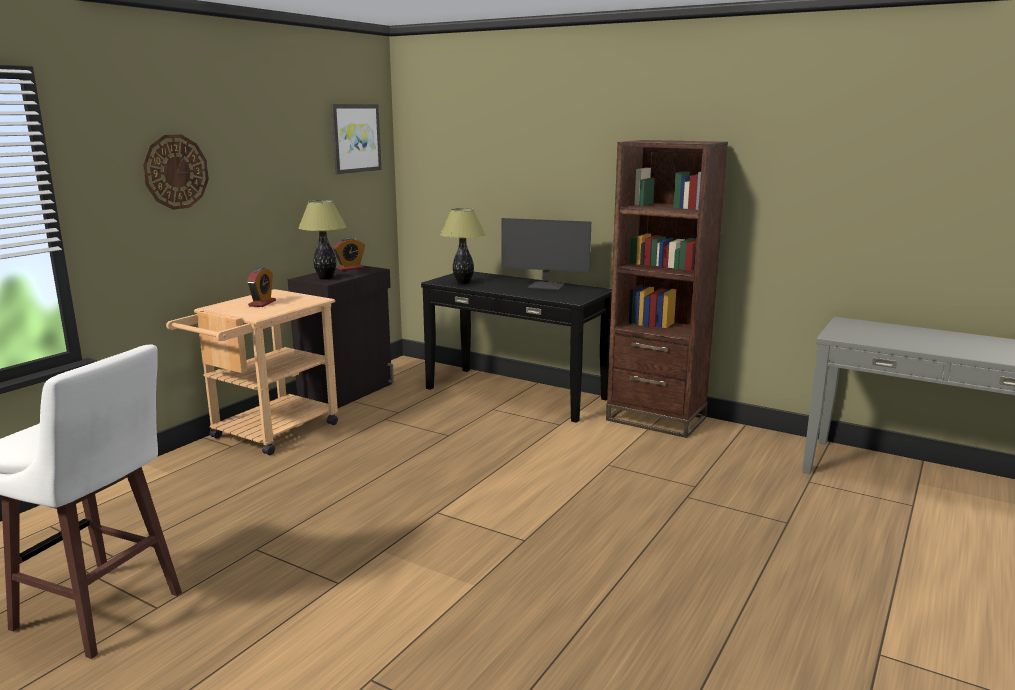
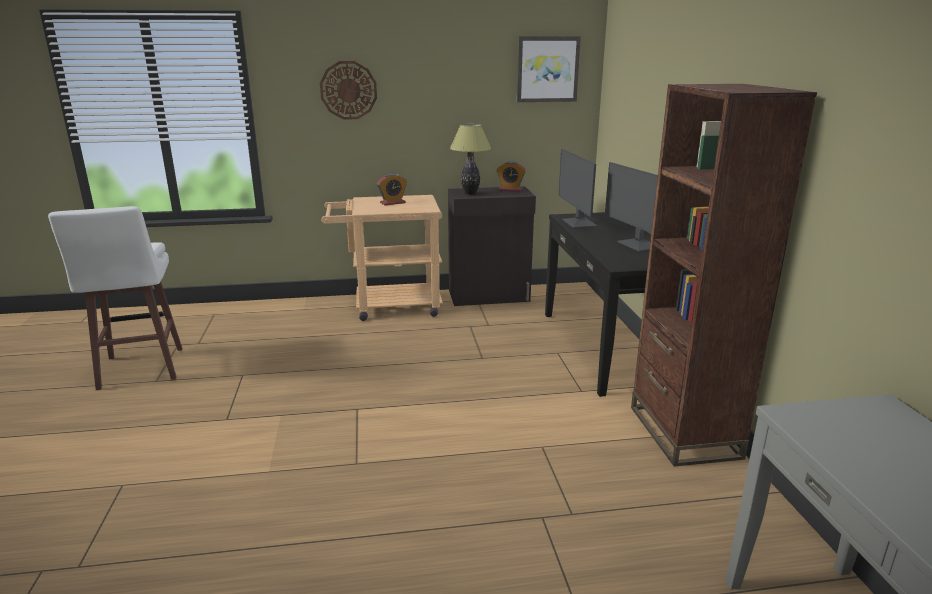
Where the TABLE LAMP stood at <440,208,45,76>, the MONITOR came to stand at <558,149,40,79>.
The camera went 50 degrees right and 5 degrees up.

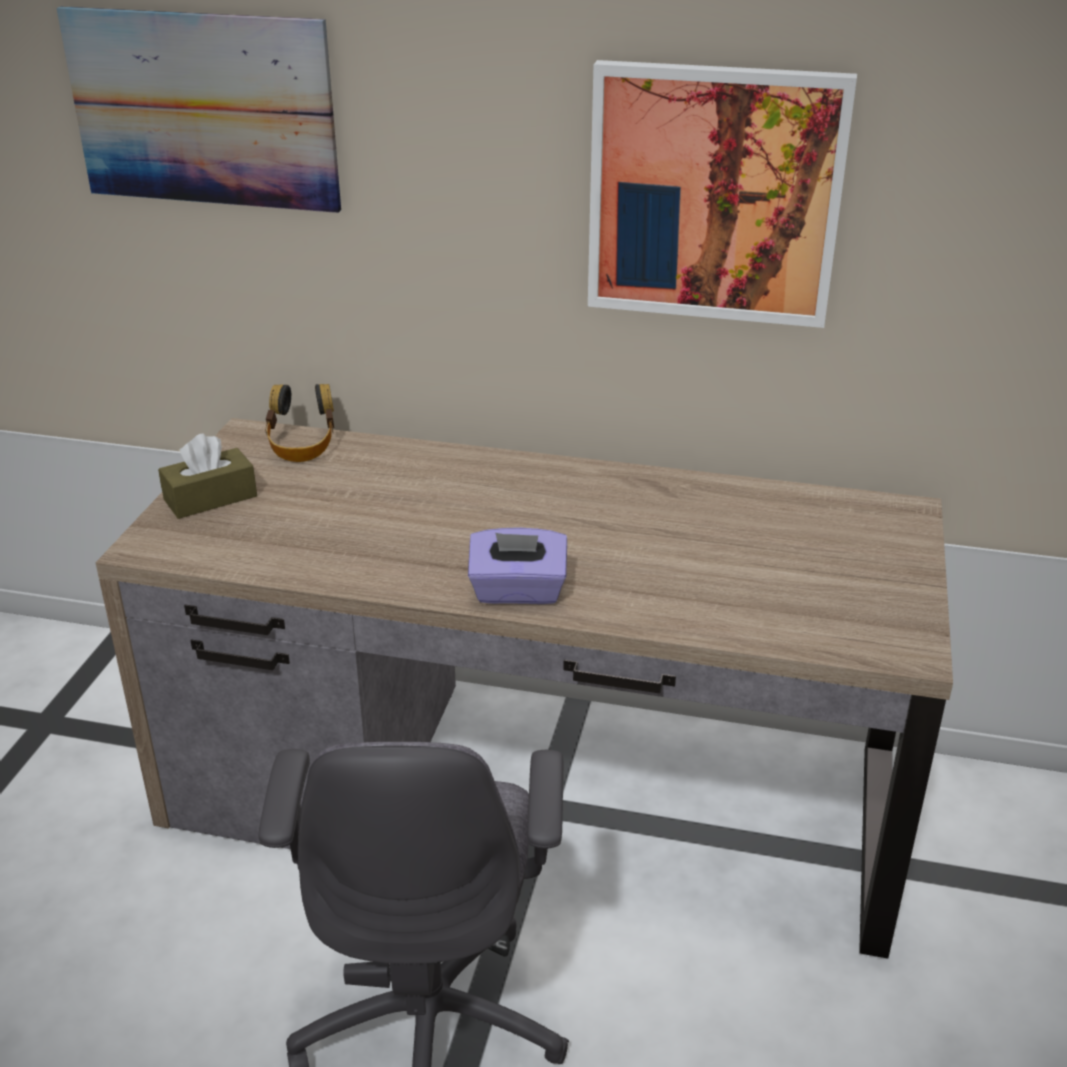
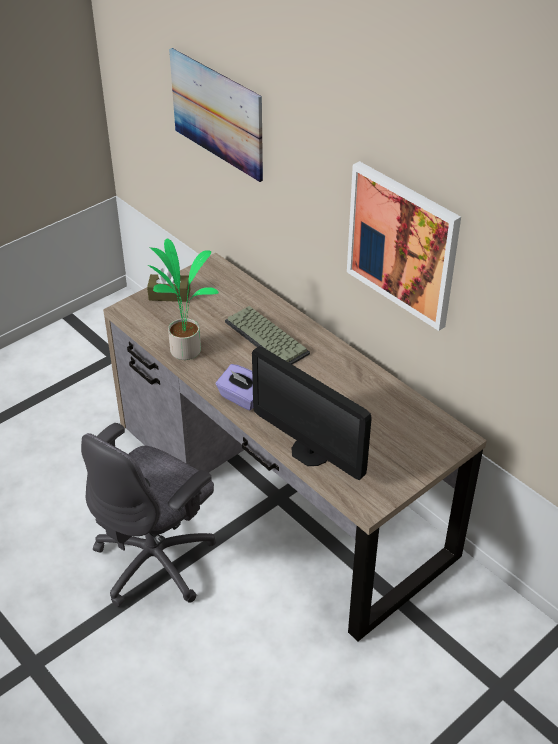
The second view lost the HEADPHONES at <265,384,69,78>.
The second view gained the POTTED PLANT at <148,238,71,122>.
The second view gained the KEYBOARD at <225,306,85,58>.
The second view gained the MONITOR at <252,346,120,134>.
The camera went 35 degrees right and 10 degrees up.

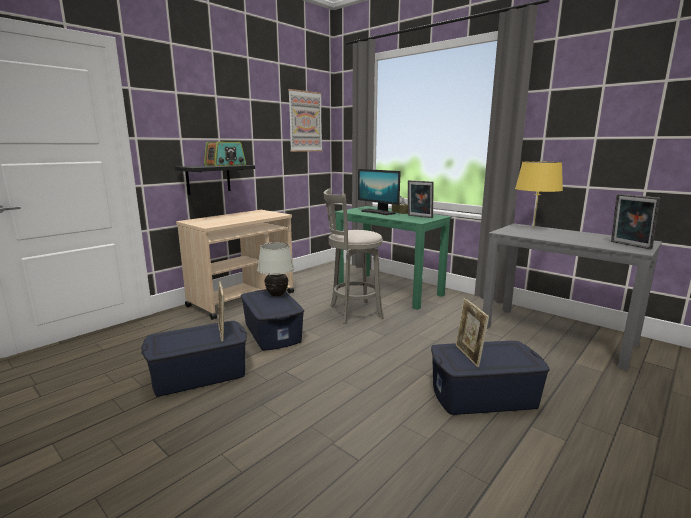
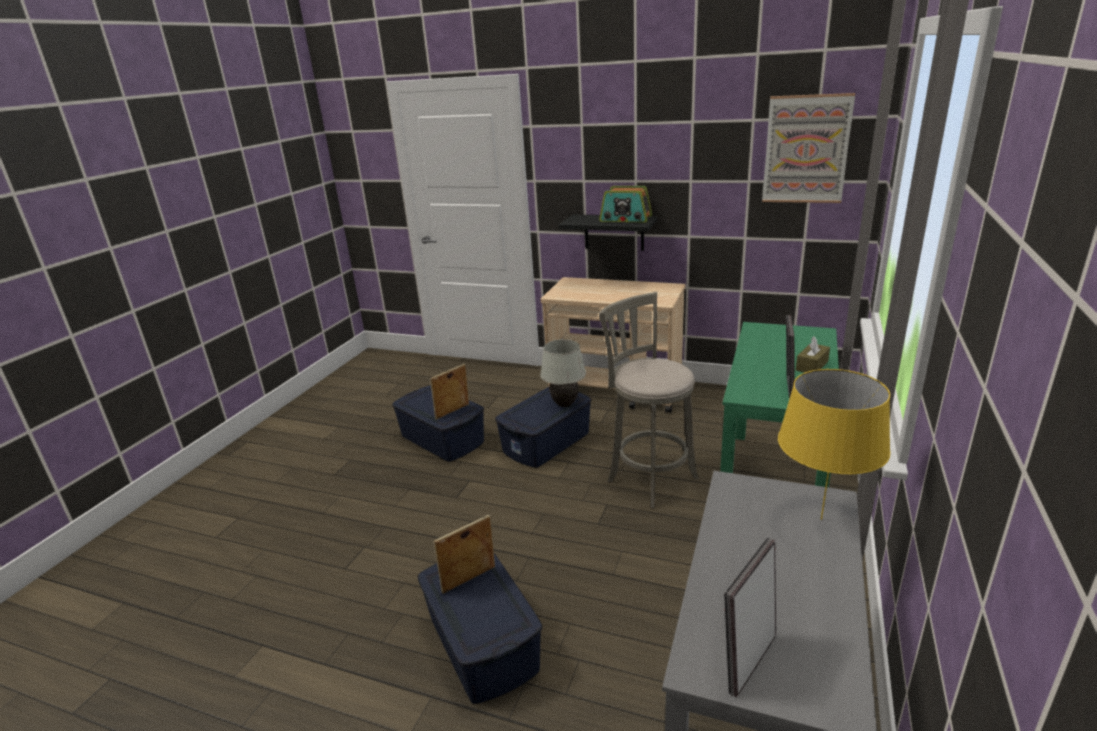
The second view lost the MONITOR at <358,169,43,46>.
The camera went 70 degrees right and 10 degrees up.

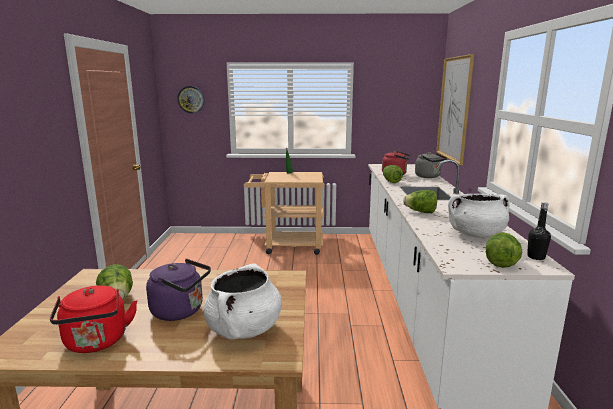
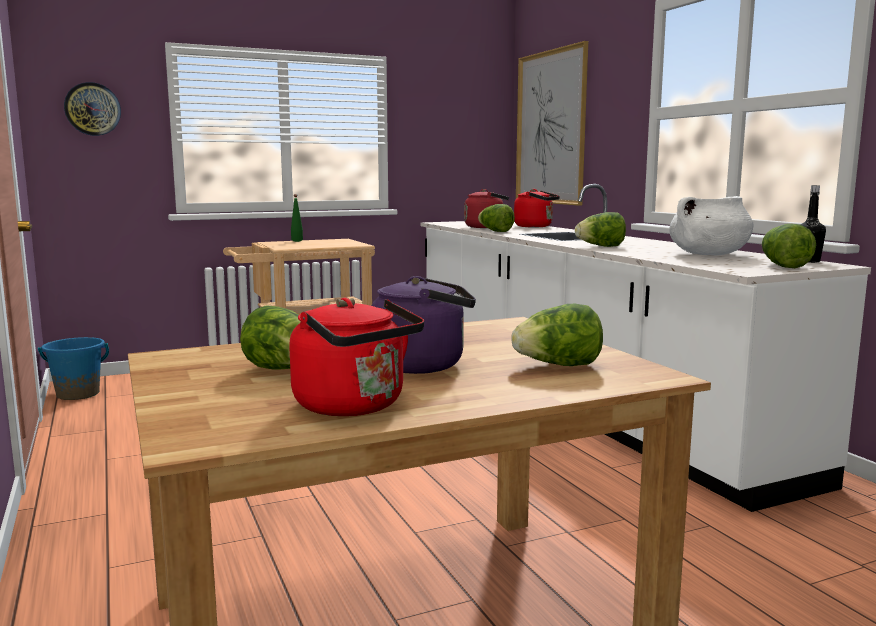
The second view gained the BLUE BUCKET at <38,337,71,63>.
Where the WHITE COOKING POT stood at <204,263,78,76>, the LETTUCE came to stand at <511,304,92,62>.
What was the GREY KETTLE at <415,152,32,26> turned into the RED KETTLE at <514,189,46,39>.
The camera went 25 degrees left and 5 degrees down.

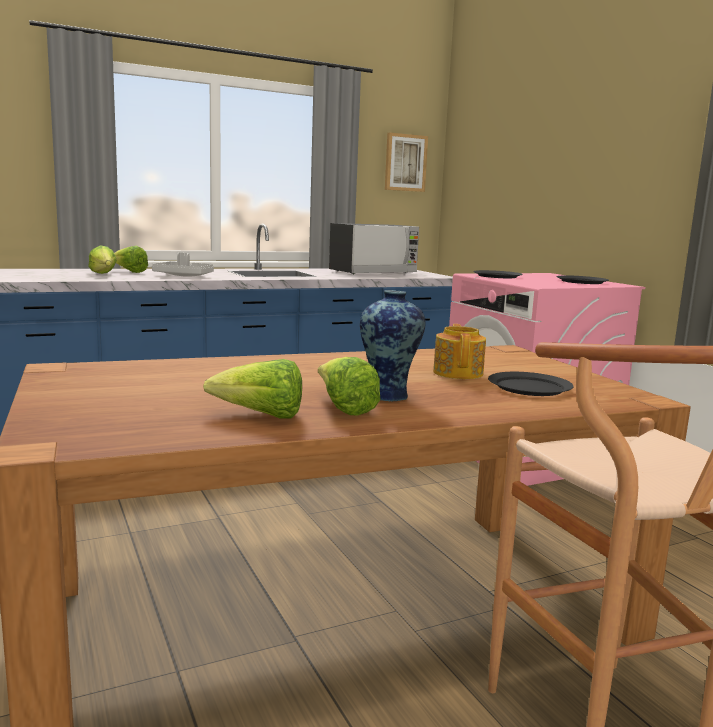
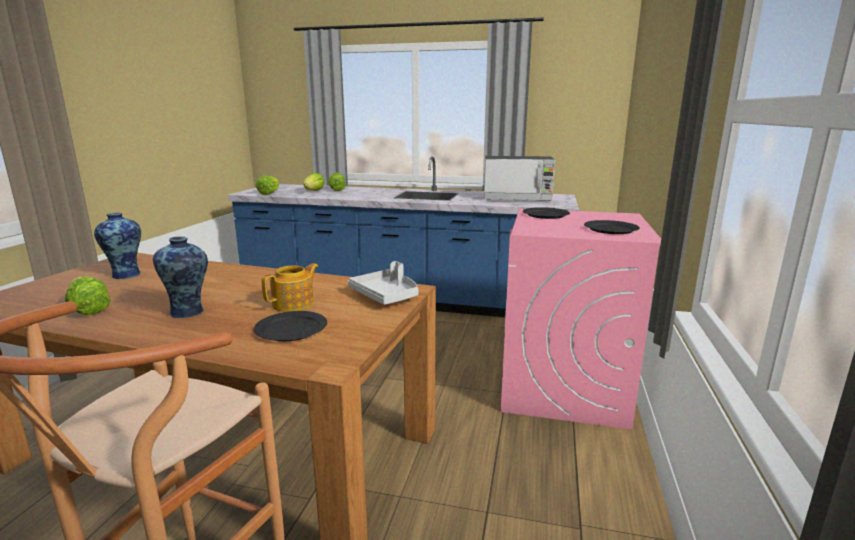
The second view lost the PICTURE at <385,132,43,60>.
The second view gained the VASE at <94,213,47,66>.
The GREY TRAY ended up elsewhere, having gone from <152,253,62,24> to <348,261,71,44>.
The LETTUCE ended up elsewhere, having gone from <318,357,62,58> to <256,176,23,19>.
The camera went 40 degrees right and 5 degrees up.

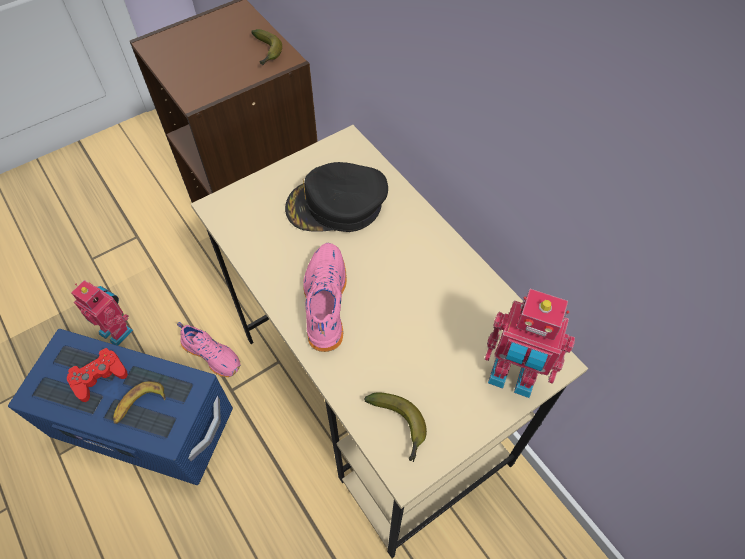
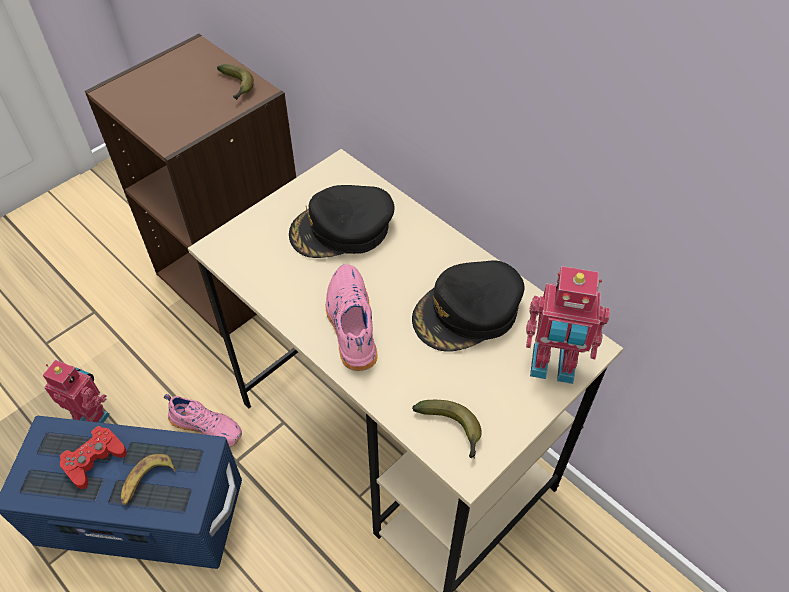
The second view gained the BLACK CAP at <412,260,113,92>.
The camera went 10 degrees left and 5 degrees down.

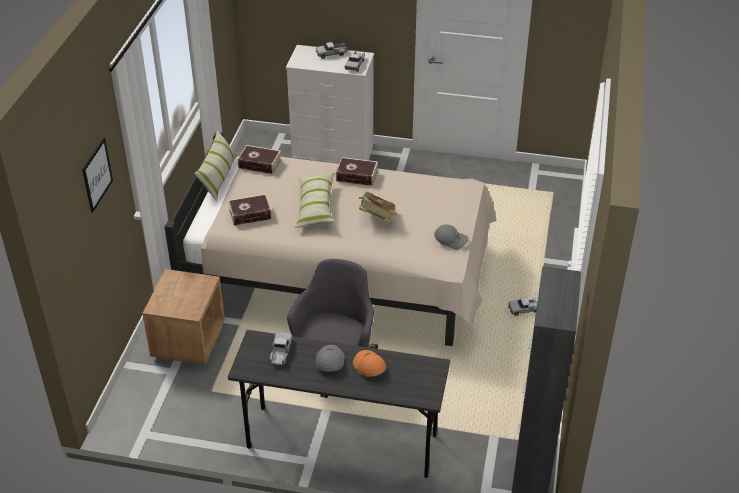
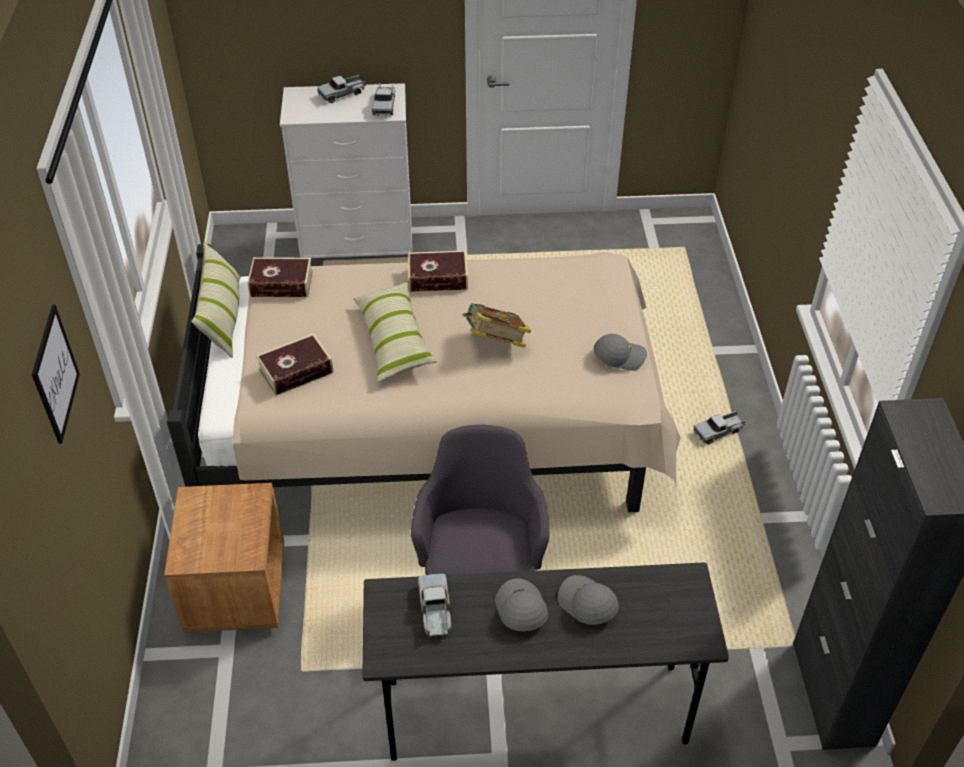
What was the ORANGE CAP at <353,350,33,26> turned into the GREY CAP at <558,575,61,50>.
The camera went 15 degrees left and 5 degrees up.

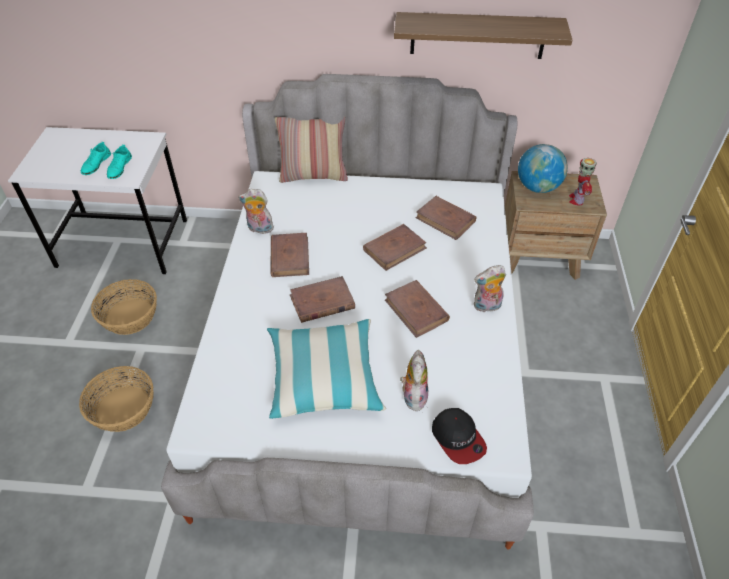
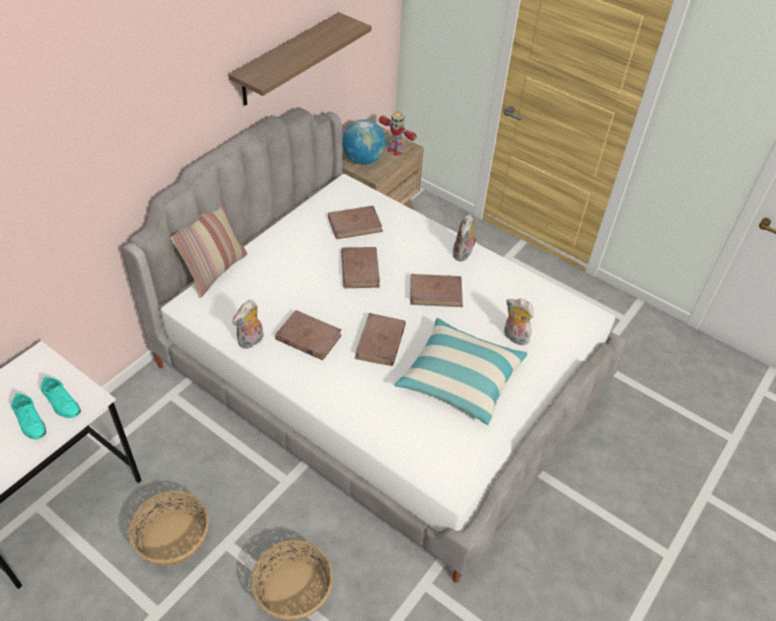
The second view lost the CAP at <432,408,55,56>.
The camera went 60 degrees left and 0 degrees up.

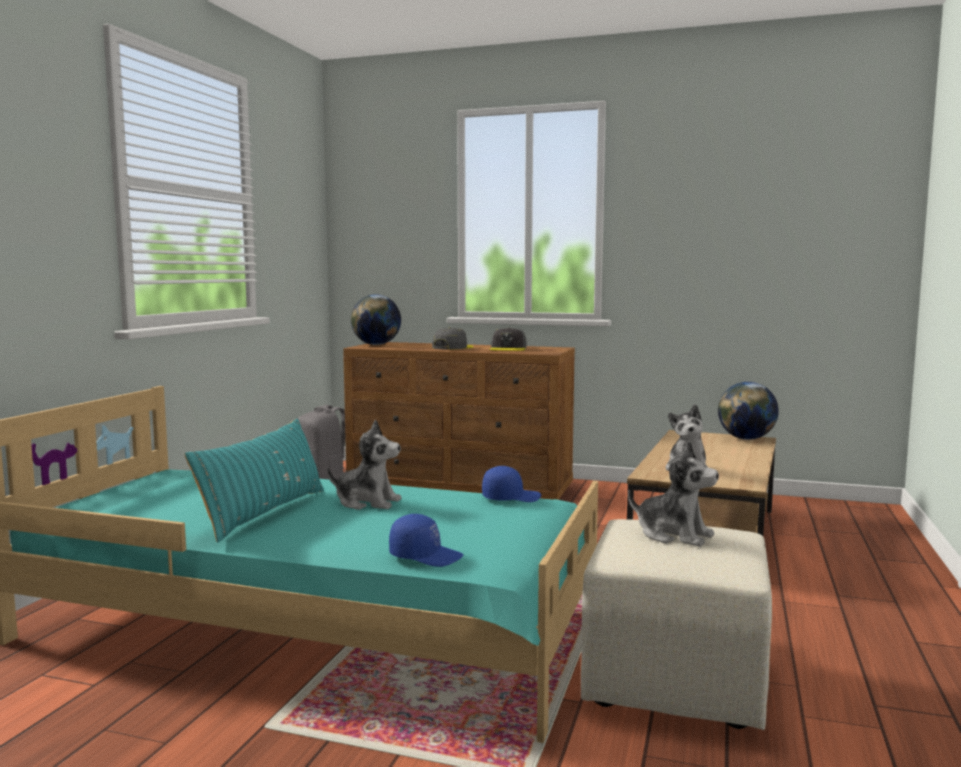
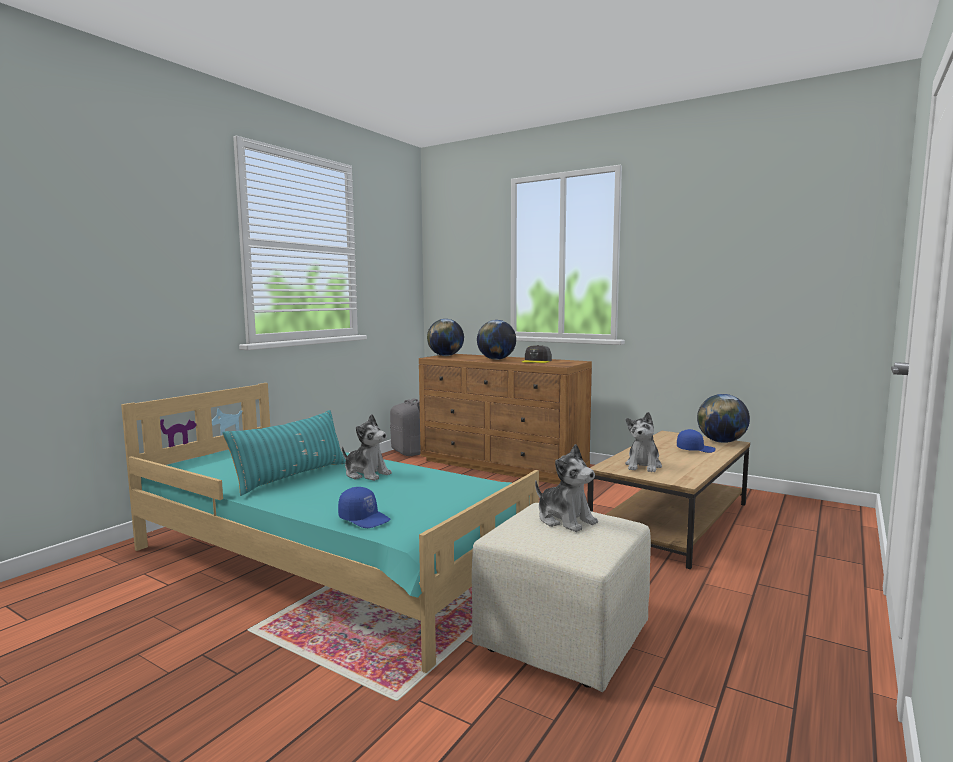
The BLUE CAP ended up elsewhere, having gone from <482,466,59,36> to <677,429,39,24>.
Where the GREY CAP stood at <432,327,42,23>, the GLOBE came to stand at <477,320,39,40>.
The camera went 15 degrees right and 0 degrees up.

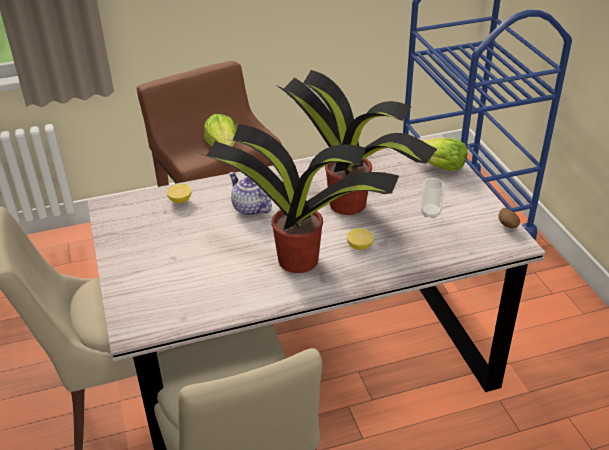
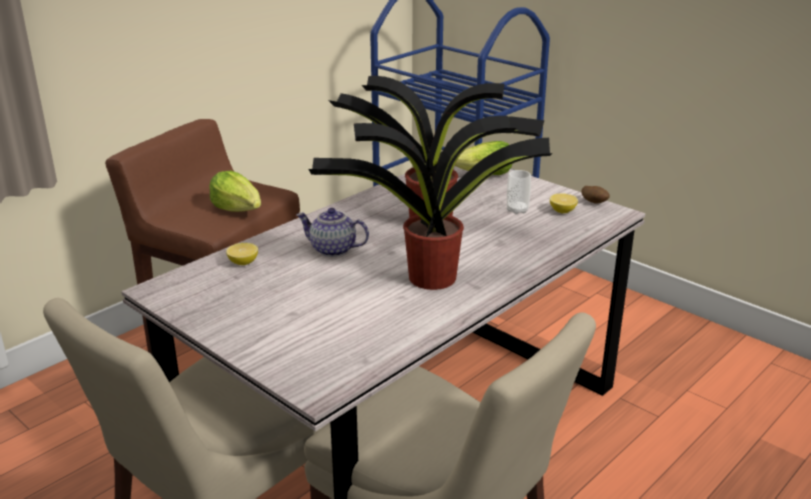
The LEMON ended up elsewhere, having gone from <347,228,27,22> to <550,194,28,19>.
The camera went 30 degrees left and 10 degrees down.

